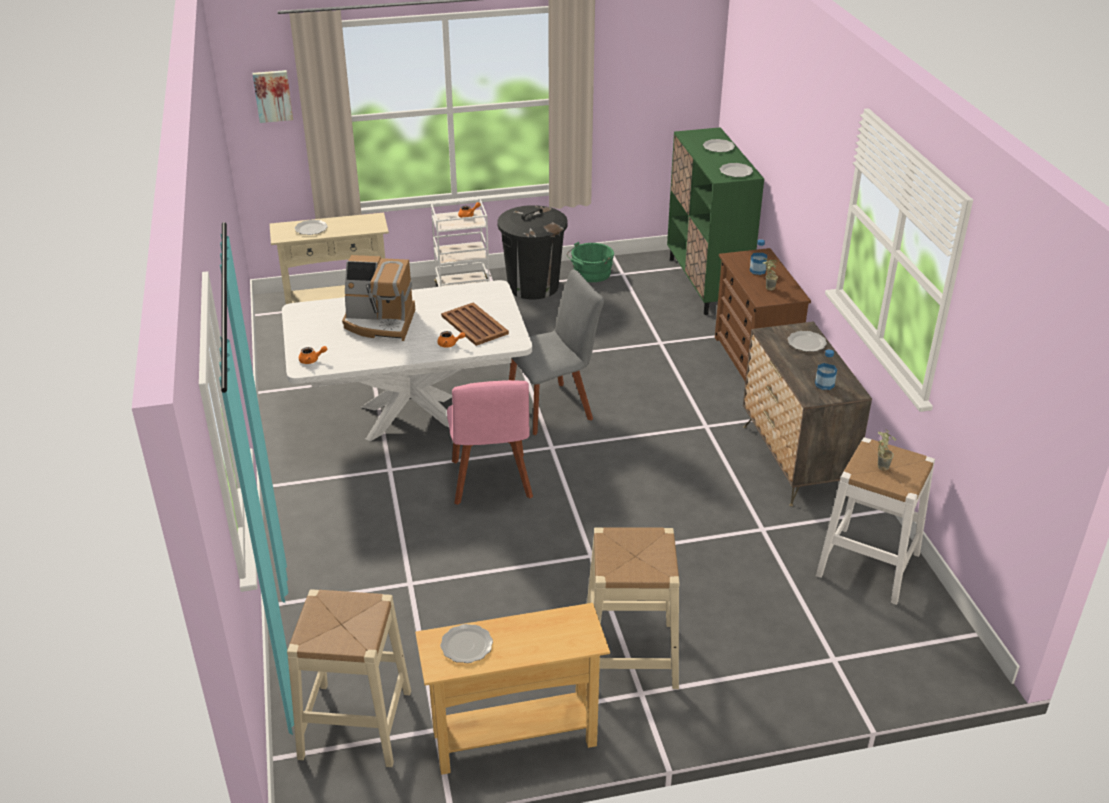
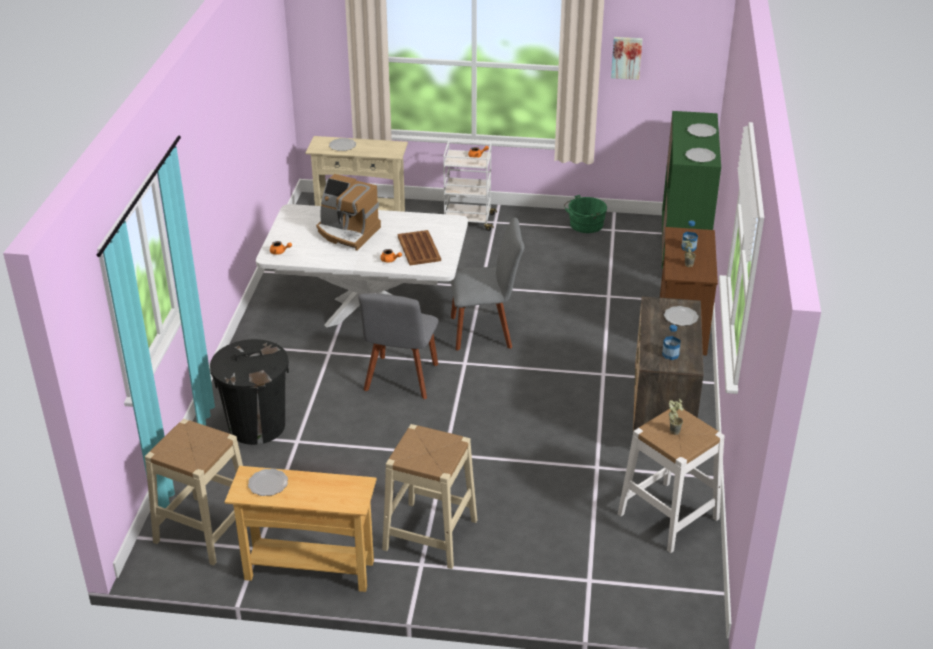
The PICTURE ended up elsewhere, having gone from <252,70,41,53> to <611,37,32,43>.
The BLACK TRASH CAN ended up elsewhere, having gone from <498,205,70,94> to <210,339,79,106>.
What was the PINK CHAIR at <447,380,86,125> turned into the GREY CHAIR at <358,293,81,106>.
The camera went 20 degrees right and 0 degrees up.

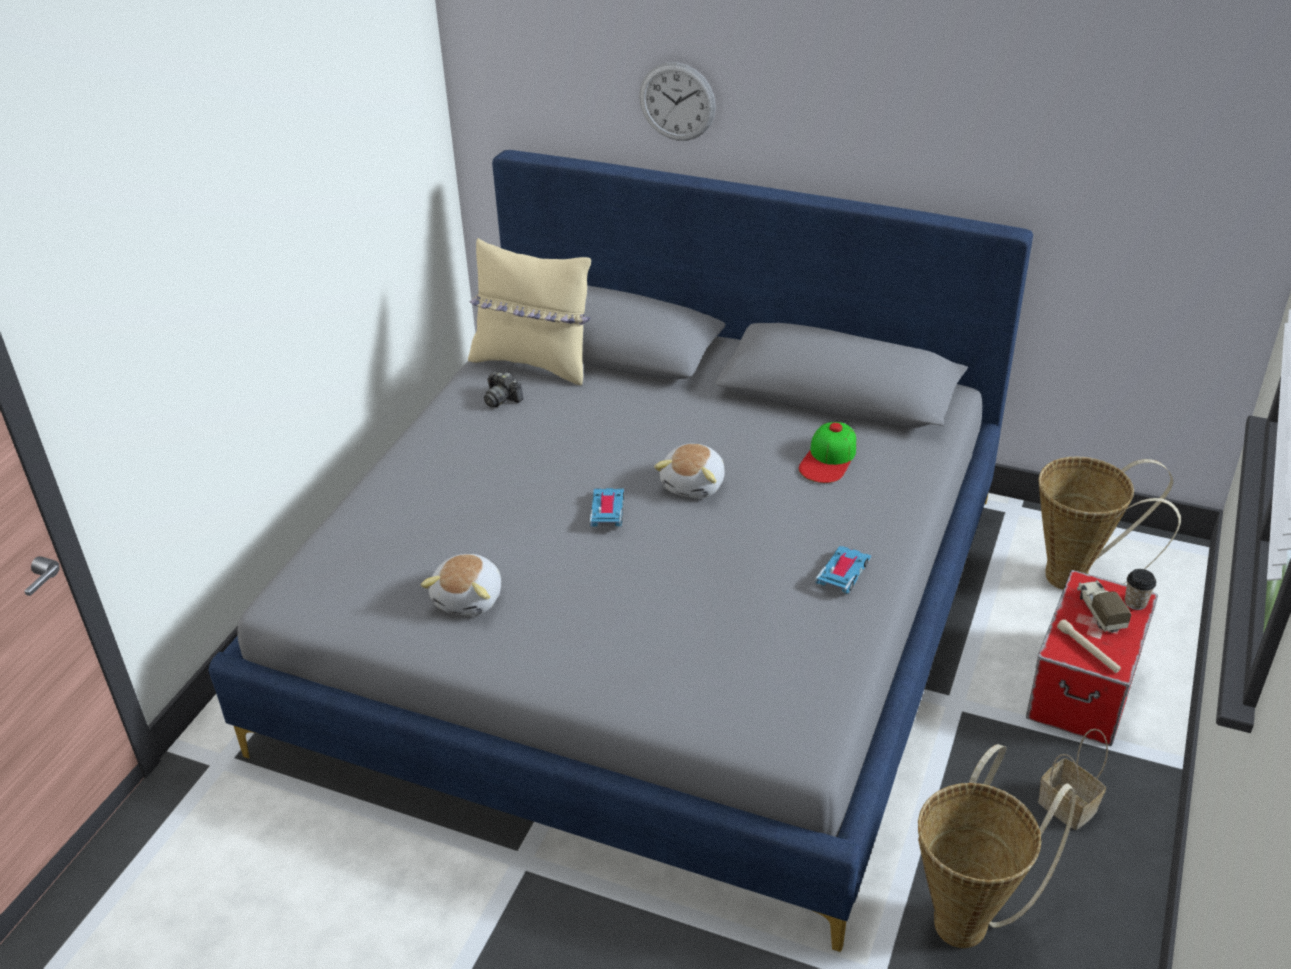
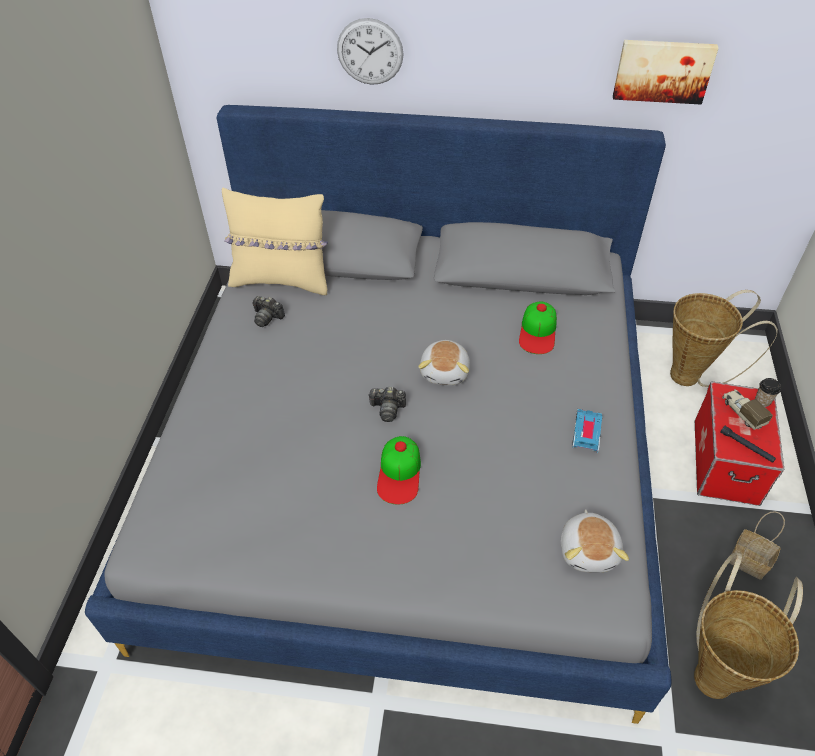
The second view gained the CAP at <377,436,44,68>.
The second view gained the PICTURE at <613,40,106,65>.
The PLUSH TOY ended up elsewhere, having gone from <420,554,81,62> to <561,509,68,64>.
Where the TOY CAR stood at <590,488,34,39>, the PHOTO CAMERA came to stand at <368,387,38,35>.
What was the BEIGE FLASHLIGHT at <1057,619,64,54> turned into the BLACK FLASHLIGHT at <720,426,56,36>.
The camera went 15 degrees left and 10 degrees up.

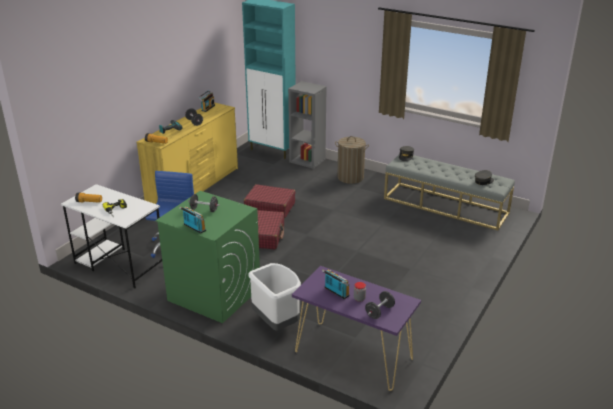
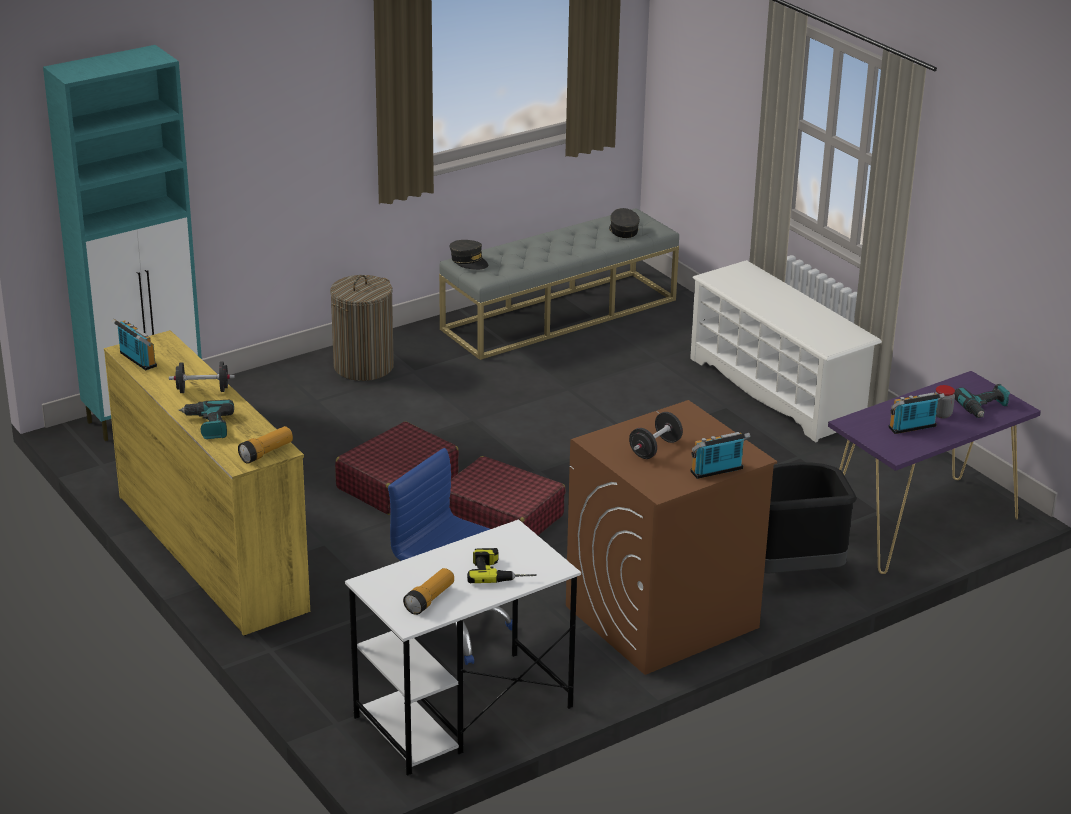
The second view lost the GREY BOOKCASE at <288,81,39,88>.
The second view gained the WHITE SHOE RACK at <690,260,192,182>.
Where the BLACK DUMBBELL stood at <365,291,30,28>, the POWER DRILL came to stand at <954,384,56,34>.
What was the GREEN WASHING MACHINE at <156,191,104,132> turned into the BROWN WASHING MACHINE at <566,400,211,275>.
What was the WHITE TRASH CAN at <248,263,53,68> turned into the BLACK TRASH CAN at <764,462,93,111>.
The camera went 65 degrees left and 0 degrees up.

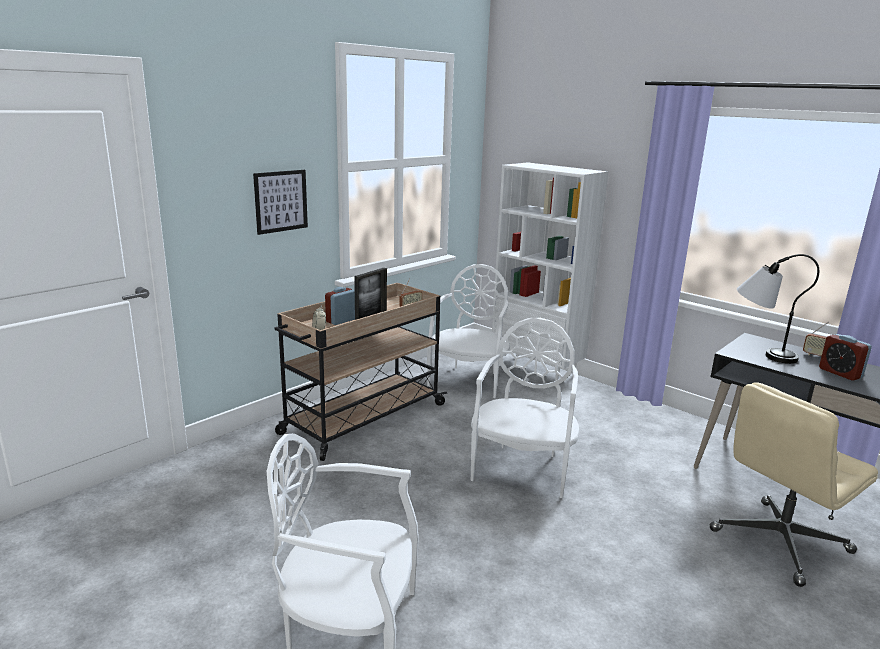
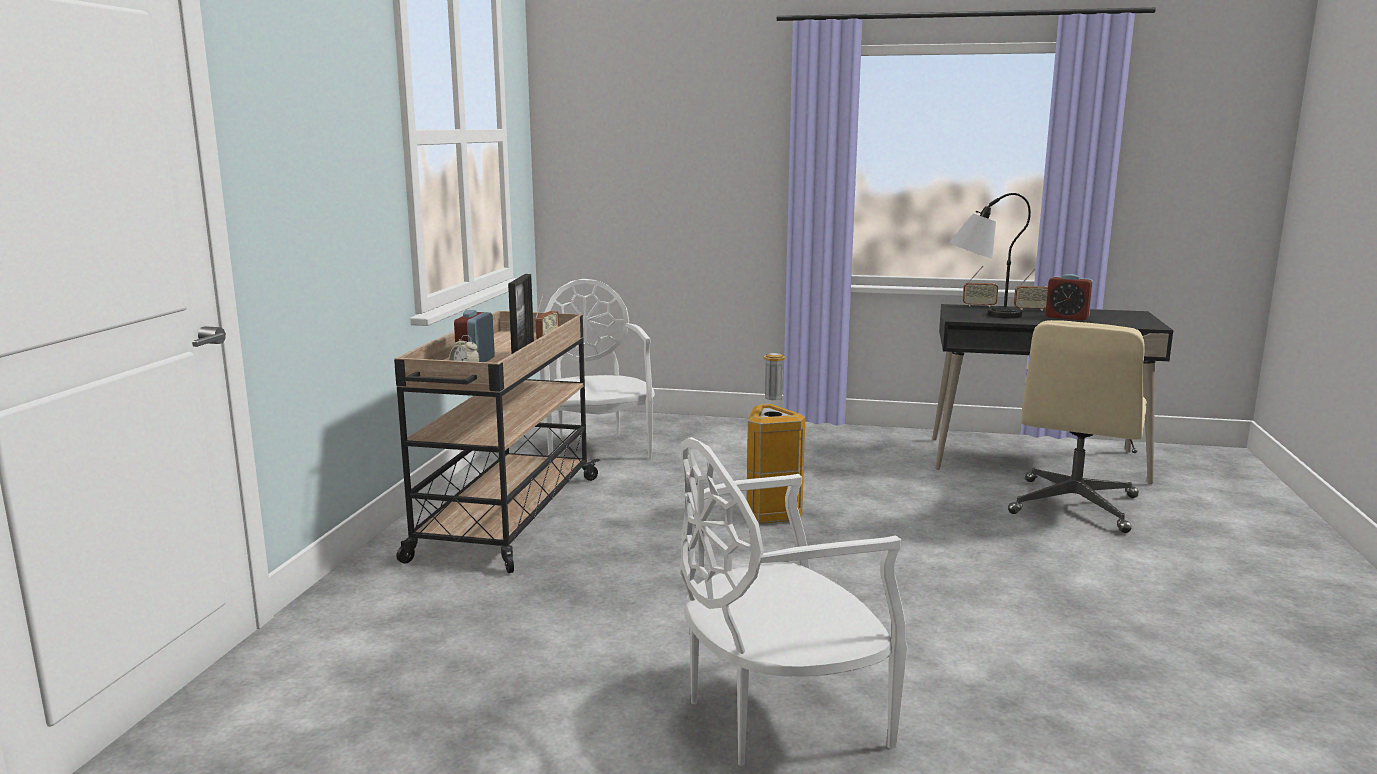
The second view lost the PICTURE at <253,170,55,65>.
The second view lost the WHITE BOOKCASE at <492,162,116,219>.
The second view gained the RADIO at <963,266,35,41>.
Where the WHITE CHAIR stood at <471,318,109,180>, the TRASH CAN came to stand at <747,353,59,171>.
The camera went 30 degrees left and 5 degrees down.

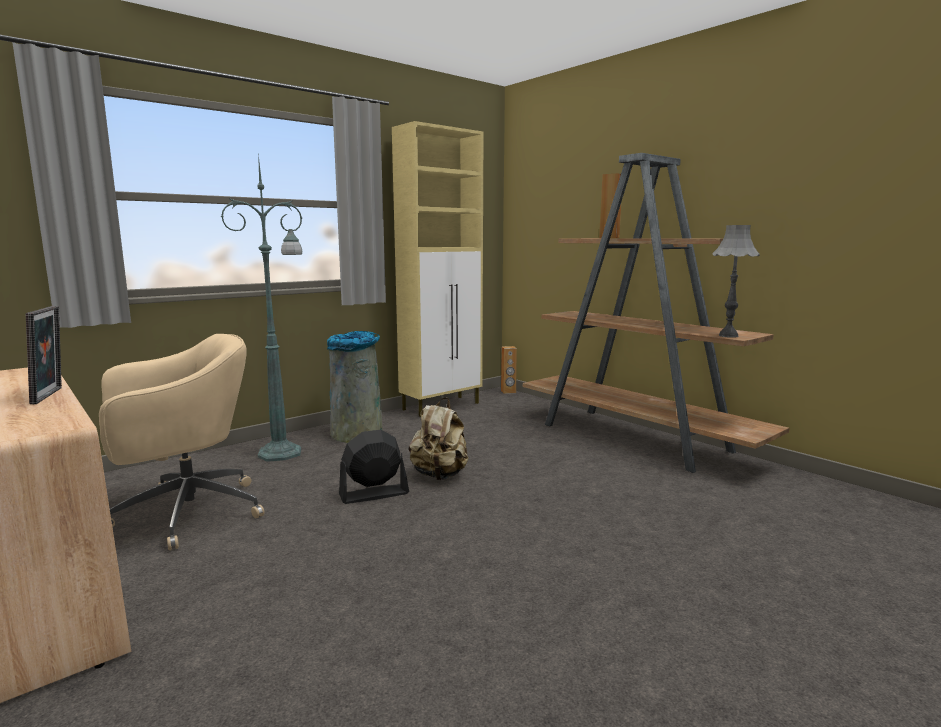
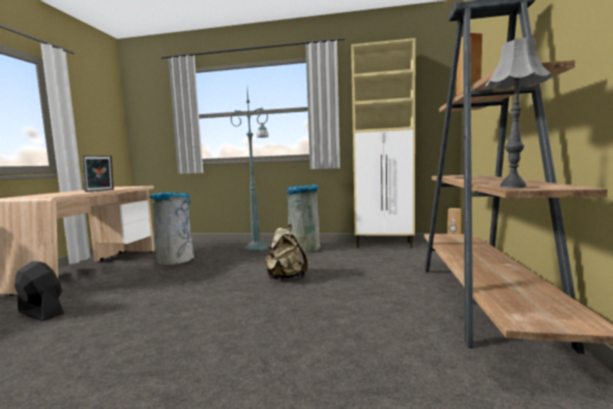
The BLACK FAN ended up elsewhere, having gone from <339,430,70,74> to <14,261,50,60>.
Where the BEIGE OFFICE CHAIR stood at <99,334,165,216>, the GREY TRASH CAN came to stand at <150,192,44,73>.
The camera went 50 degrees right and 5 degrees down.

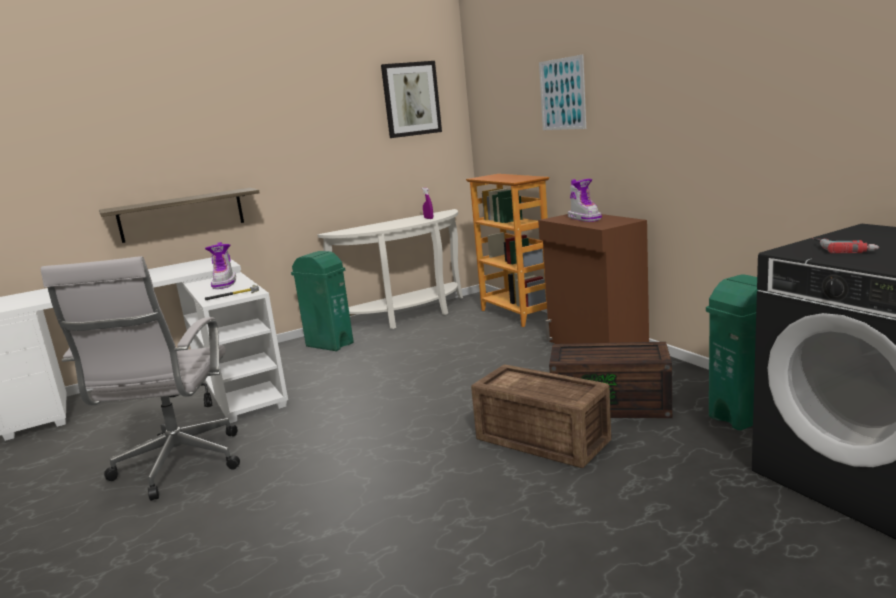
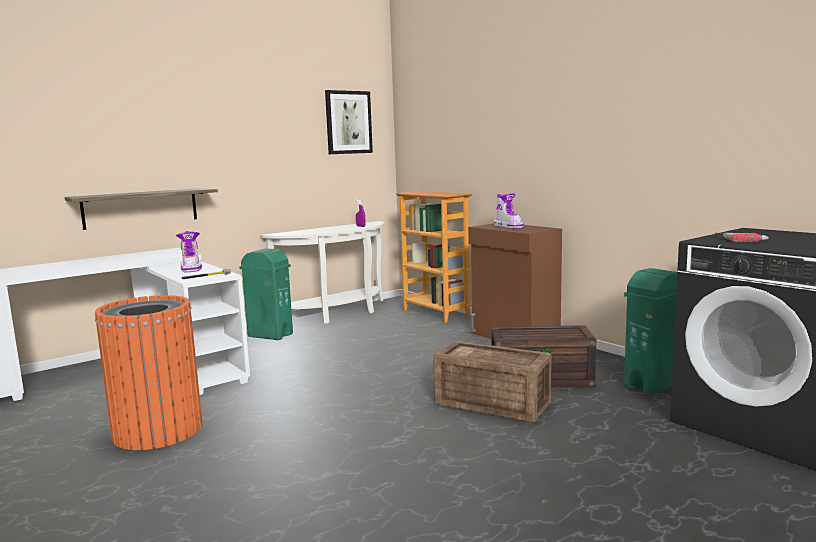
The second view lost the PICTURE at <539,55,47,75>.
Where the WHITE OFFICE CHAIR stood at <41,256,199,245>, the ORANGE TRASH CAN came to stand at <95,295,107,155>.
The camera went 10 degrees left and 5 degrees down.

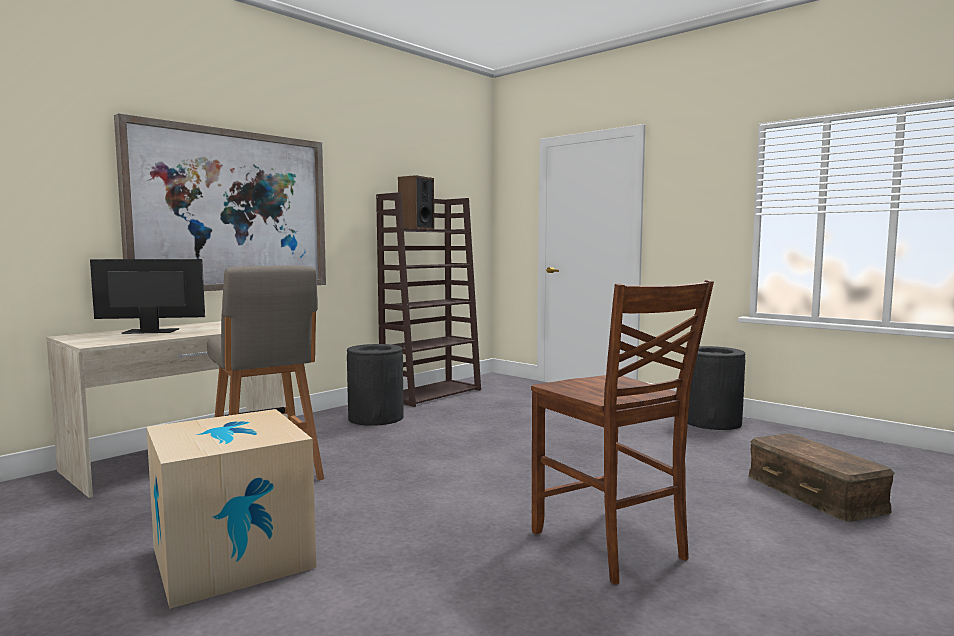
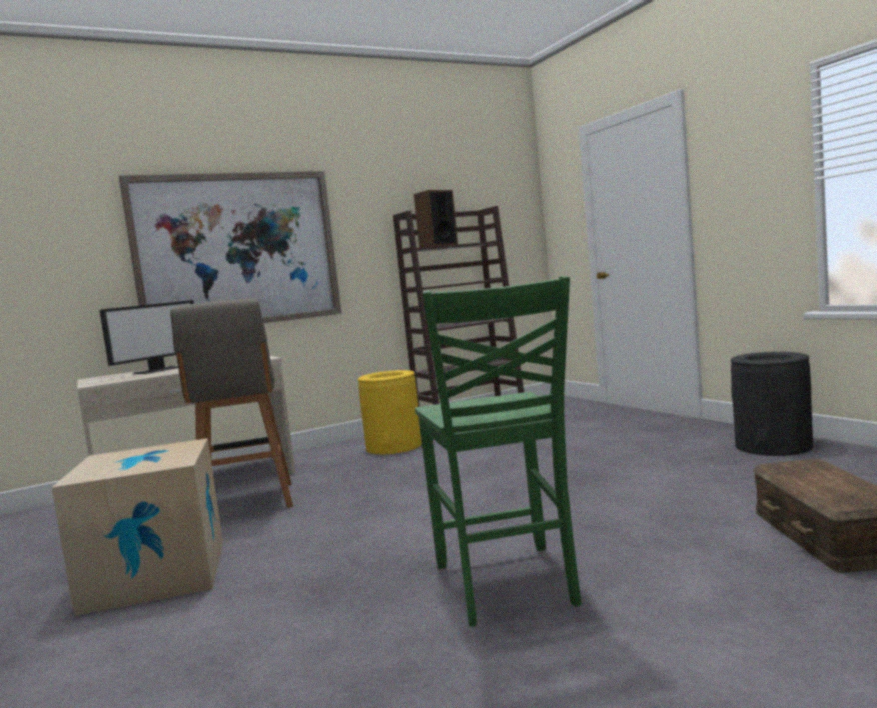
What was the BLACK TRASH CAN at <347,344,57,82> turned into the YELLOW TRASH CAN at <358,370,64,84>.
What was the BROWN CHAIR at <531,280,183,305> turned into the GREEN CHAIR at <415,276,166,350>.
The MONITOR at <90,259,115,75> ended up facing another way, 120 degrees clockwise from before.
The camera went 20 degrees right and 0 degrees up.

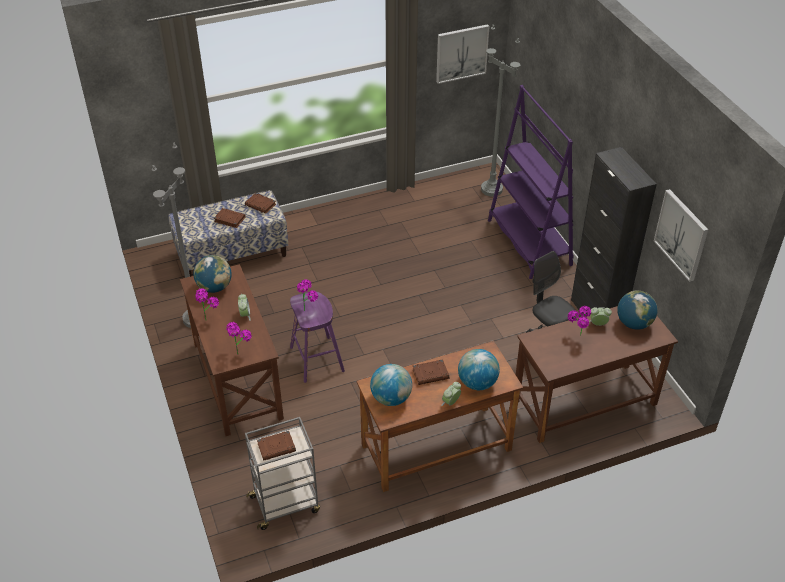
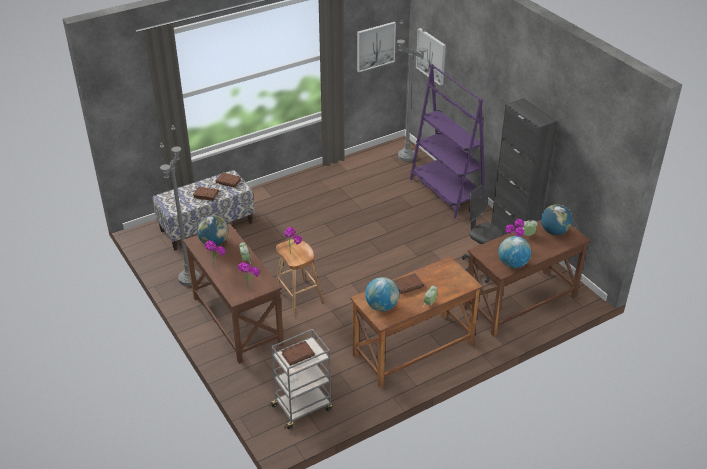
The GLOBE ended up elsewhere, having gone from <458,349,42,41> to <499,236,32,32>.
The PICTURE ended up elsewhere, having gone from <654,189,54,93> to <416,28,30,58>.
What was the PURPLE STOOL at <290,291,55,92> turned into the BROWN STOOL at <276,239,48,77>.
The camera went 10 degrees left and 5 degrees down.

